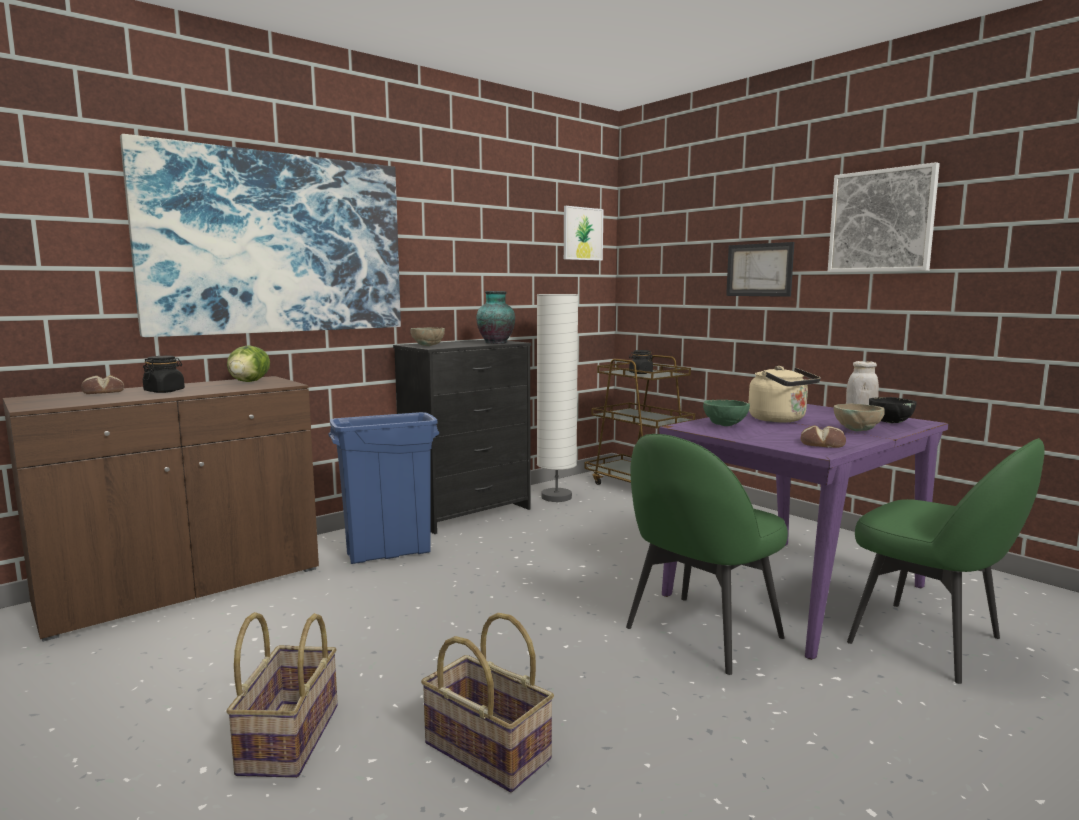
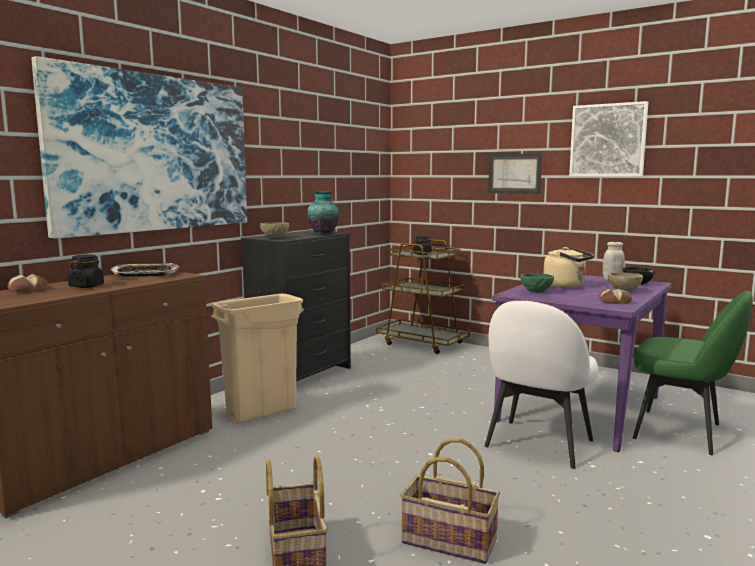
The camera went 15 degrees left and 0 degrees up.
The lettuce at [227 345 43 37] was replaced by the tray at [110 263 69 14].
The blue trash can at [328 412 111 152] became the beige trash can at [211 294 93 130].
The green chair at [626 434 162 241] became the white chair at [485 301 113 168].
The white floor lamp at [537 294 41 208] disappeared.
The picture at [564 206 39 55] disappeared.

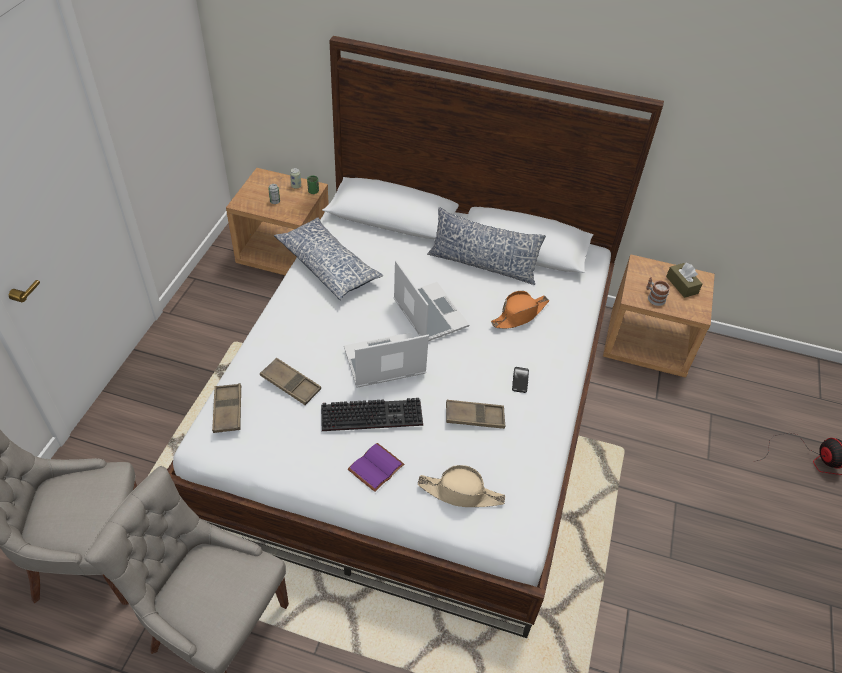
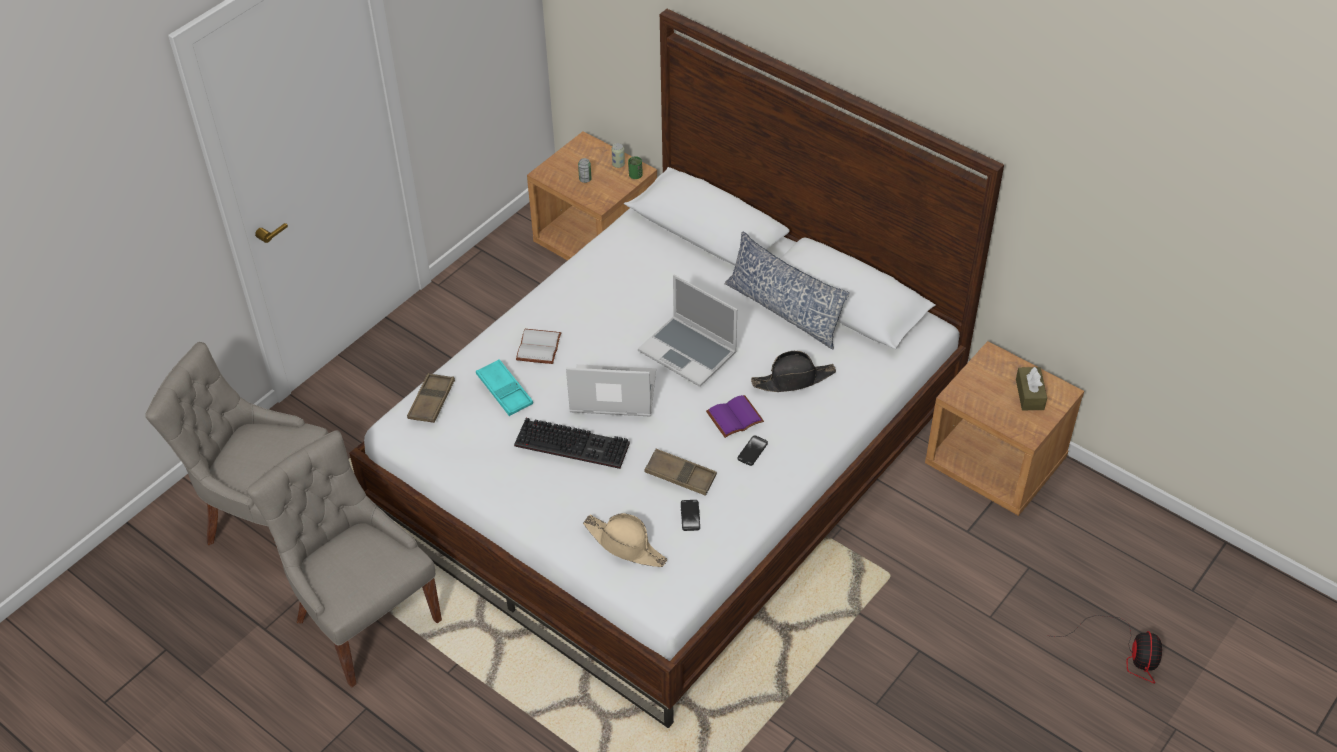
The camera went 25 degrees right and 0 degrees up.
The brown tray at [260 358 61 47] became the turquoise tray at [476 359 57 57].
The white book at [516 329 45 35] appeared.
The laptop at [394 260 75 81] turned 135 degrees clockwise.
The phone at [681 500 19 31] appeared.
The purple book moved from [348 443 57 49] to [706 395 58 43].
The orange hat at [491 291 58 38] became the black hat at [751 351 85 41].
The pillow at [274 218 109 82] disappeared.
The mug at [646 277 24 29] disappeared.

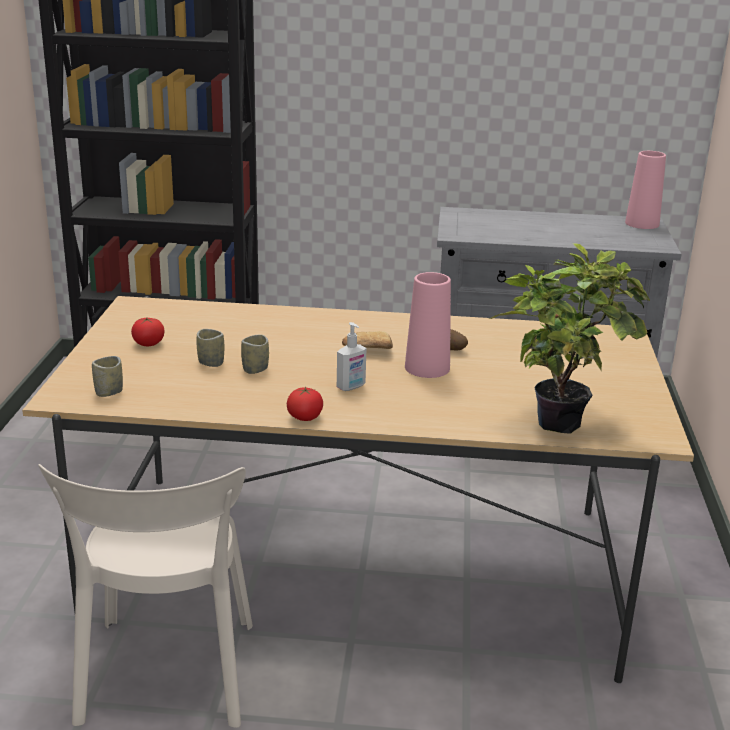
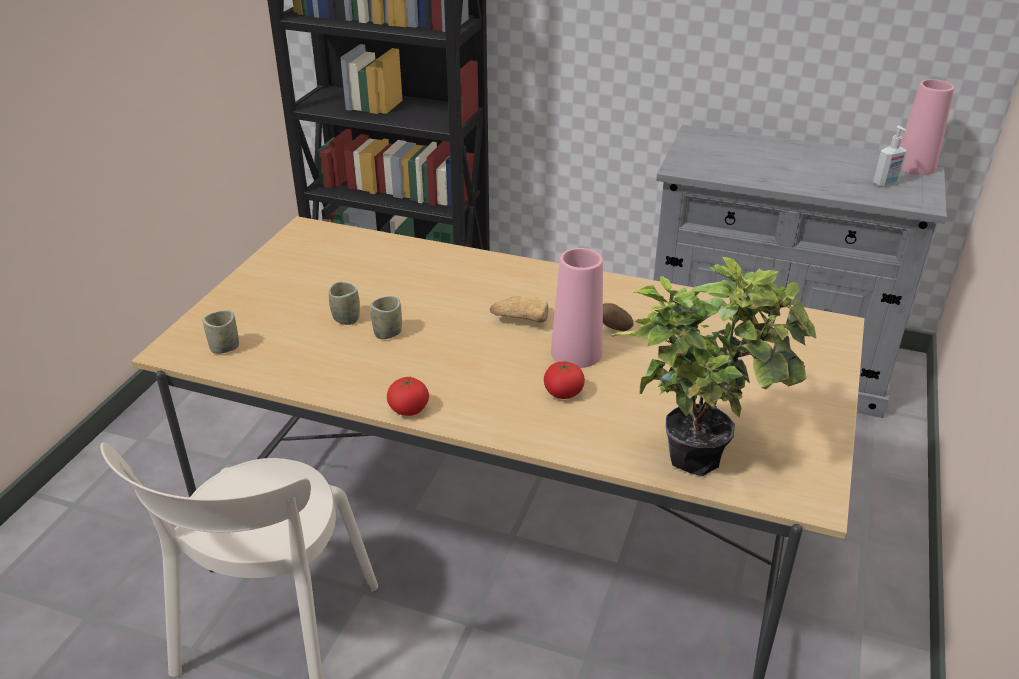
The camera went 15 degrees right and 10 degrees up.
The tomato moved from [131 317 33 29] to [544 361 41 38].
The soap dispenser moved from [337 322 30 69] to [873 126 34 61].

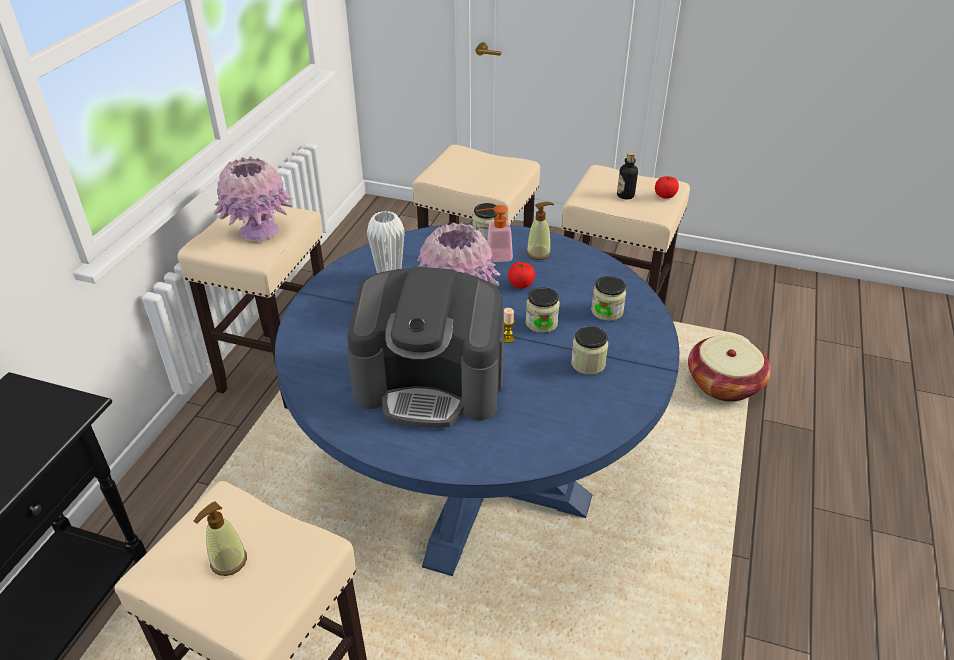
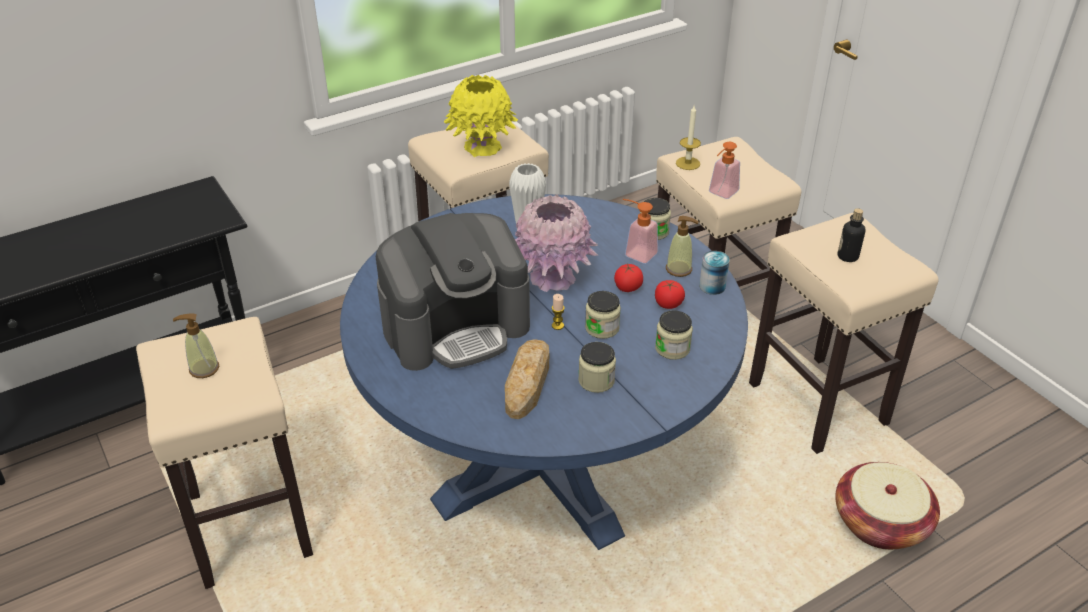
The camera went 40 degrees right and 0 degrees up.
The coffee machine at [347 266 157 162] turned 75 degrees counterclockwise.
The pink vase at [214 156 79 86] became the yellow vase at [444 75 74 82].
The bread at [505 339 44 80] appeared.
The tomato moved from [655 176 24 23] to [655 280 30 29].
The candle at [676 106 25 64] appeared.
The can at [699 251 31 44] appeared.
The soap dispenser at [709 142 31 57] appeared.

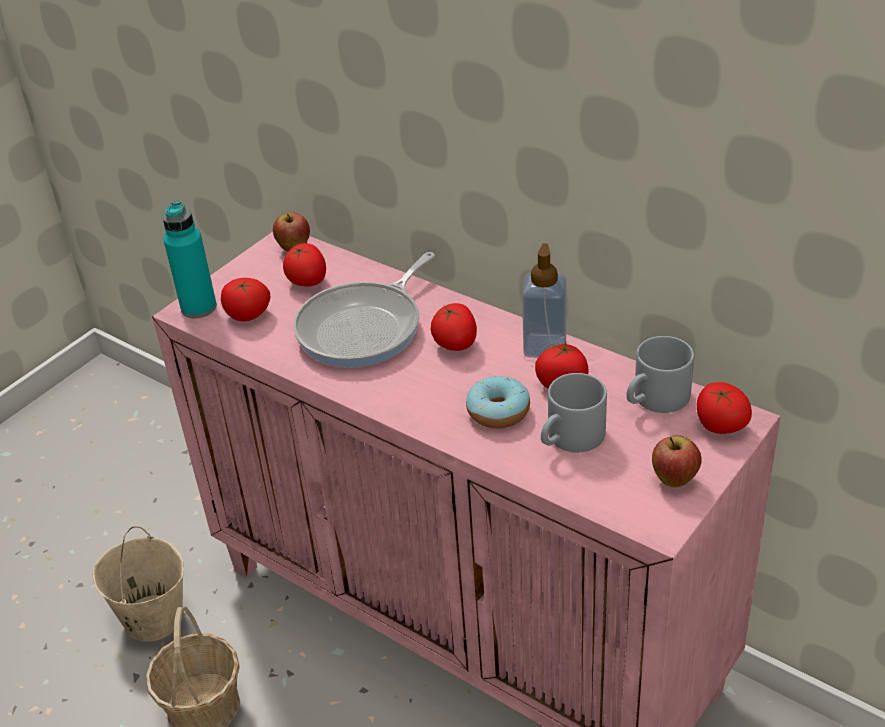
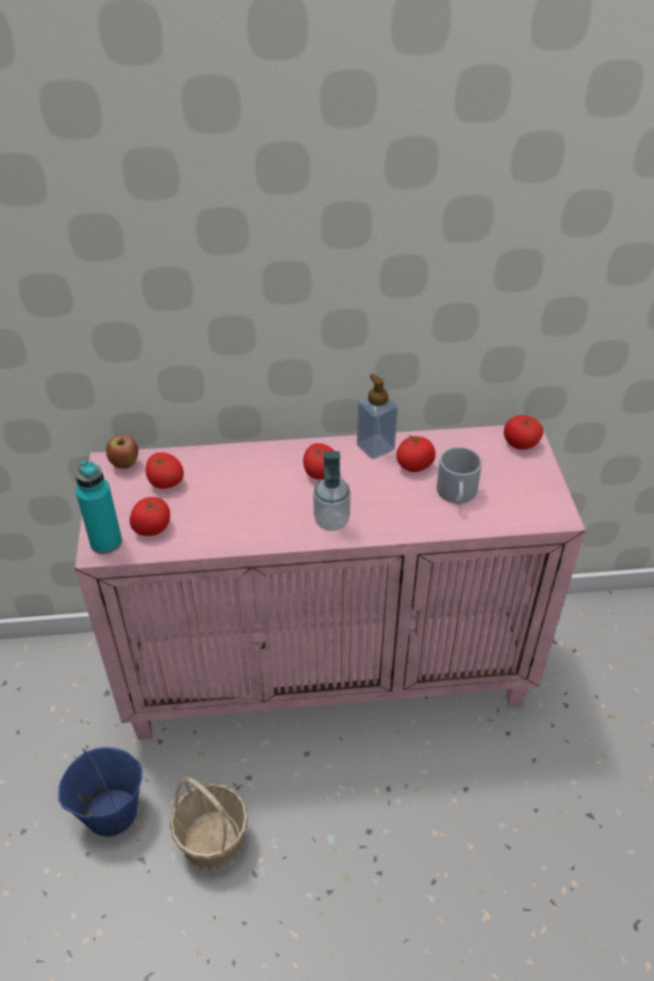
The camera went 45 degrees left and 5 degrees up.
The beige bucket at [92 526 92 116] became the blue bucket at [58 747 85 90].
The soap dispenser at [313 451 38 80] appeared.
The frying pan at [293 252 142 116] disappeared.
The donut at [466 376 64 52] disappeared.
The grey mug at [626 336 68 77] disappeared.
The apple at [652 435 50 52] disappeared.

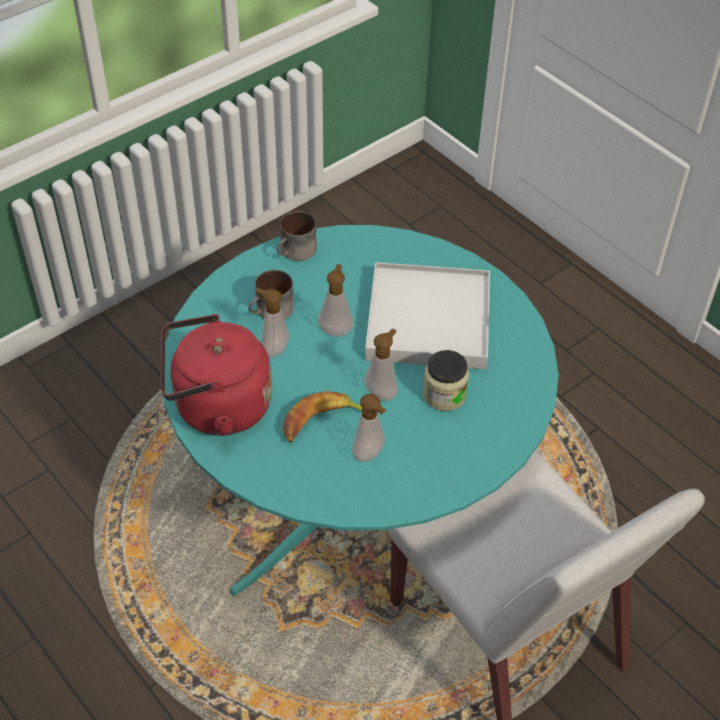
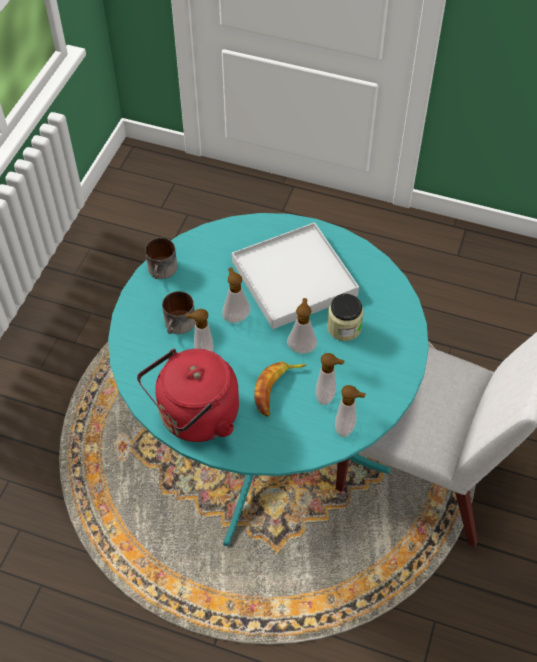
The camera went 30 degrees left and 5 degrees up.
The soap dispenser at [335 385 31 52] appeared.

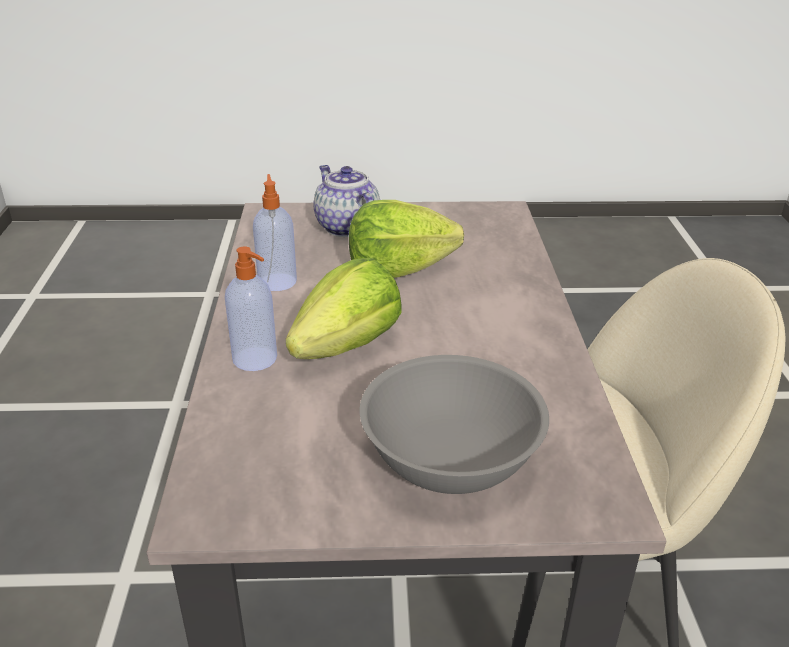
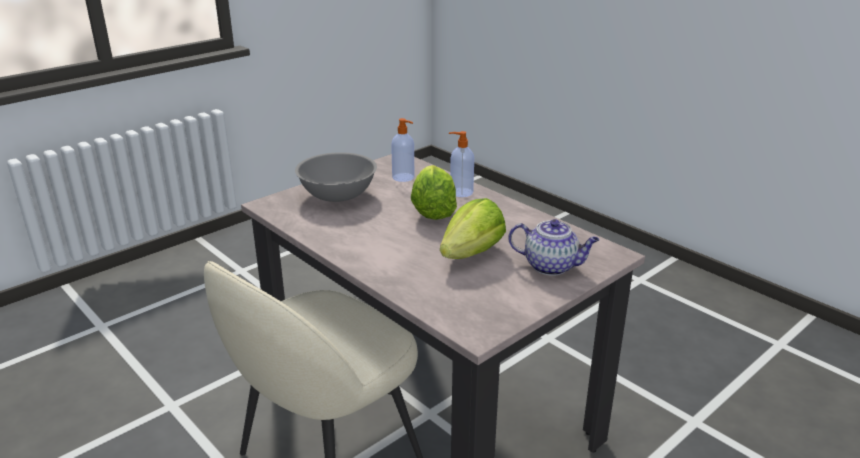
The camera went 140 degrees right and 5 degrees down.
The soap dispenser moved from [253 174 44 117] to [391 118 23 64].

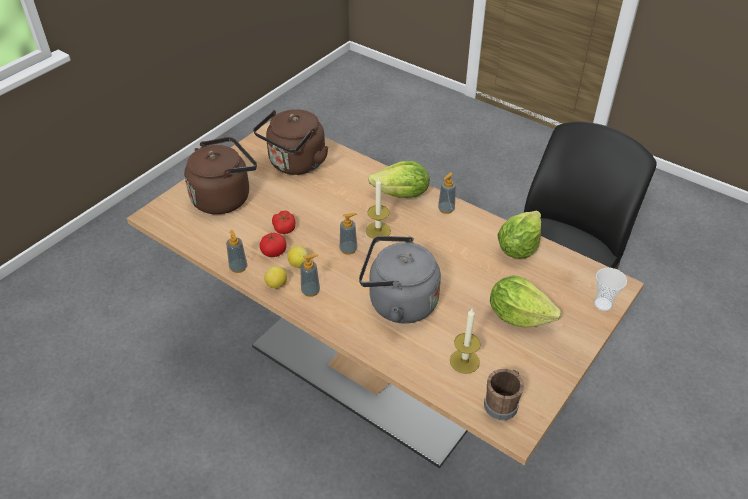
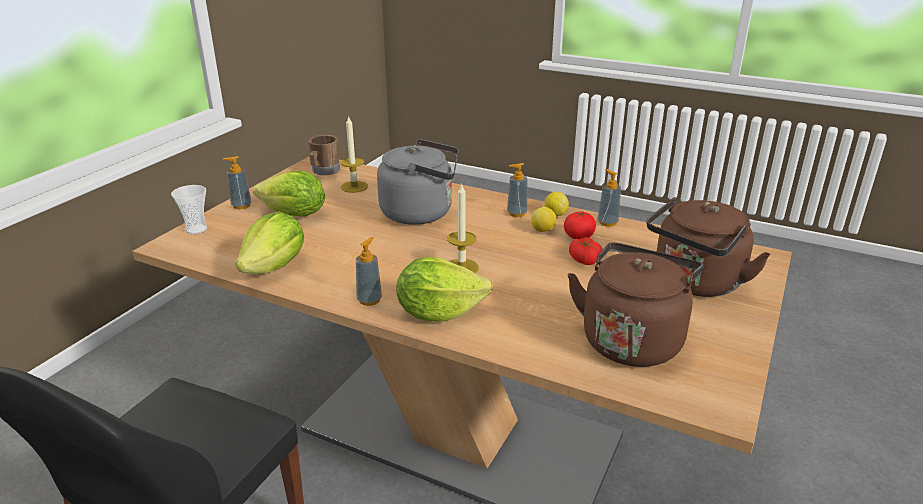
The camera went 170 degrees right and 15 degrees down.
The soap dispenser moved from [340 213 17 42] to [223 156 28 53].

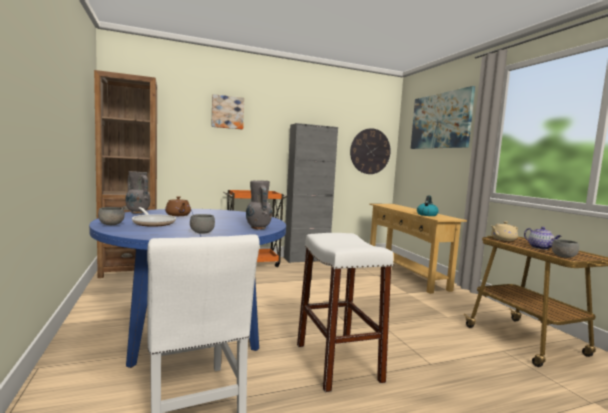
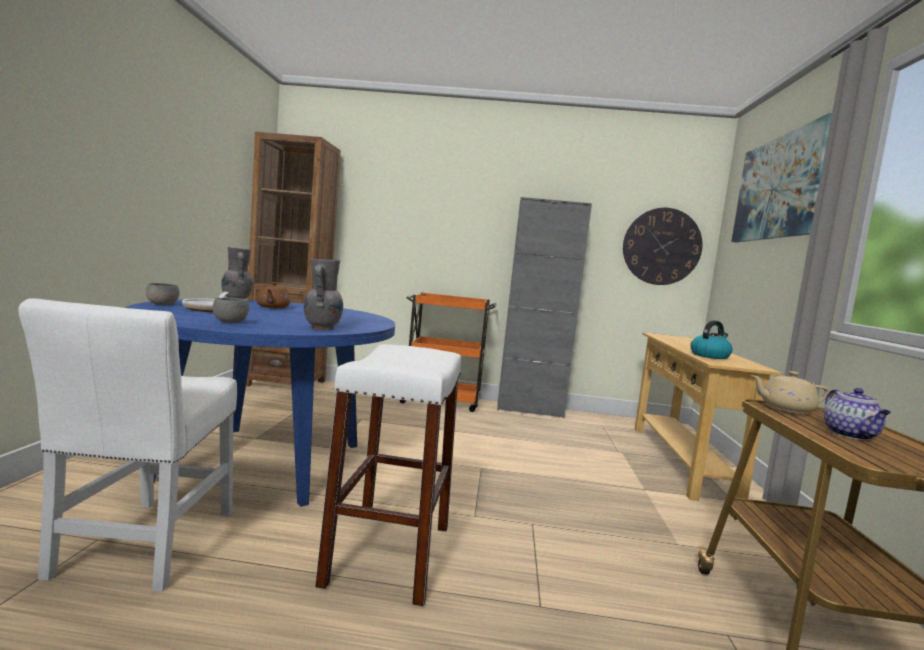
The camera went 25 degrees right and 0 degrees up.
The picture at [211 94 33 35] disappeared.
The grey bowl at [552 239 27 19] disappeared.

